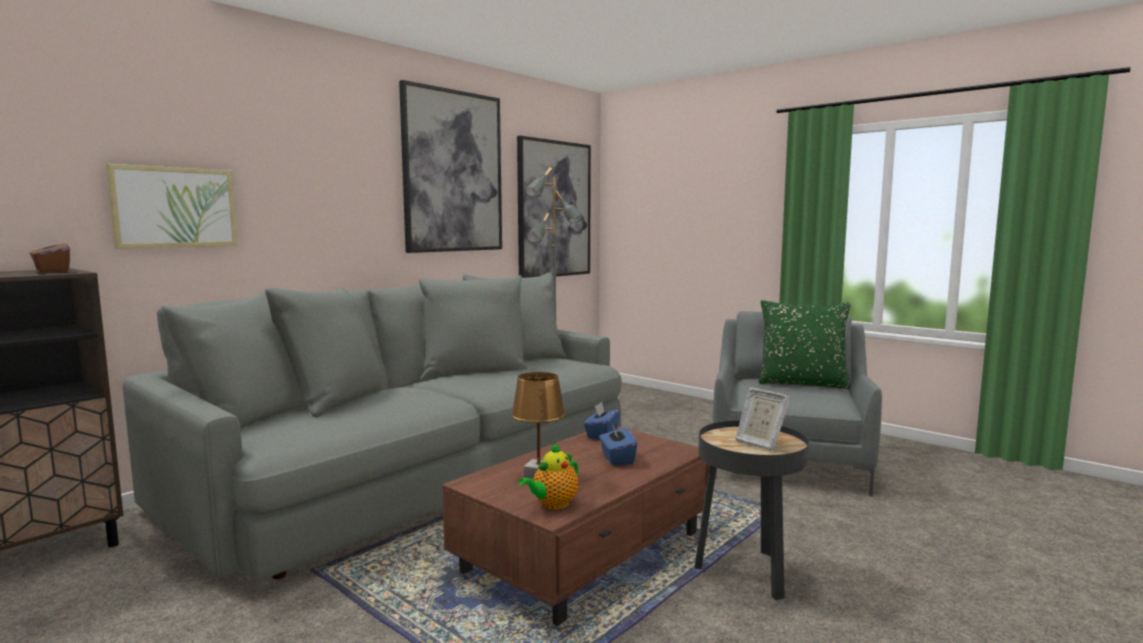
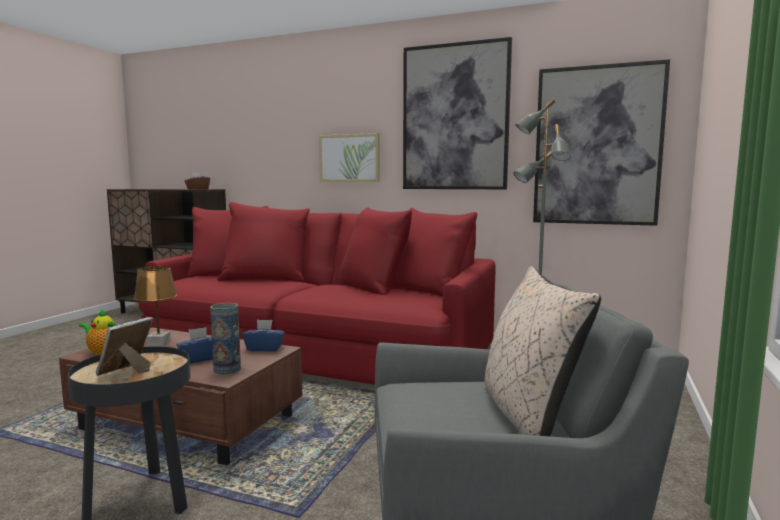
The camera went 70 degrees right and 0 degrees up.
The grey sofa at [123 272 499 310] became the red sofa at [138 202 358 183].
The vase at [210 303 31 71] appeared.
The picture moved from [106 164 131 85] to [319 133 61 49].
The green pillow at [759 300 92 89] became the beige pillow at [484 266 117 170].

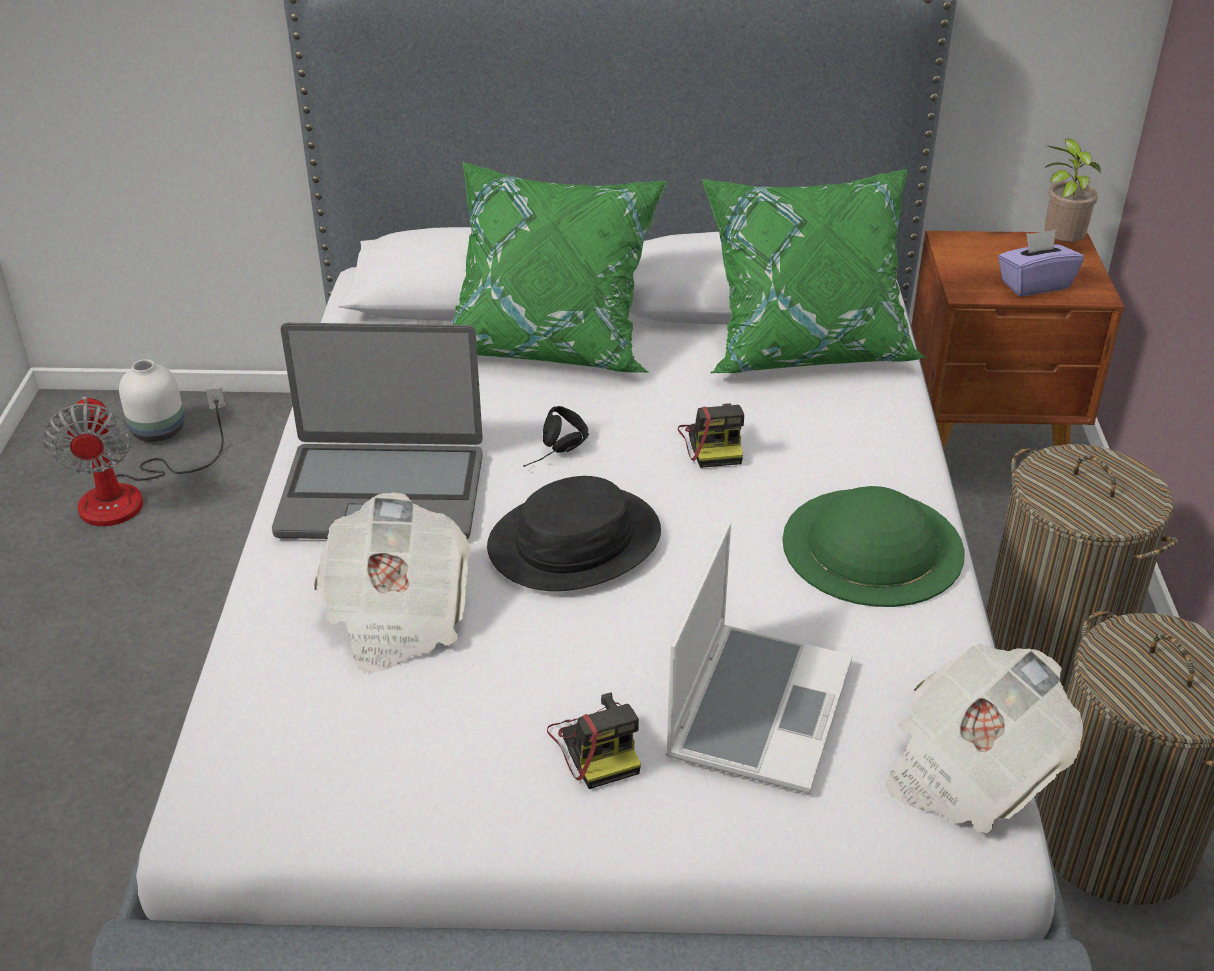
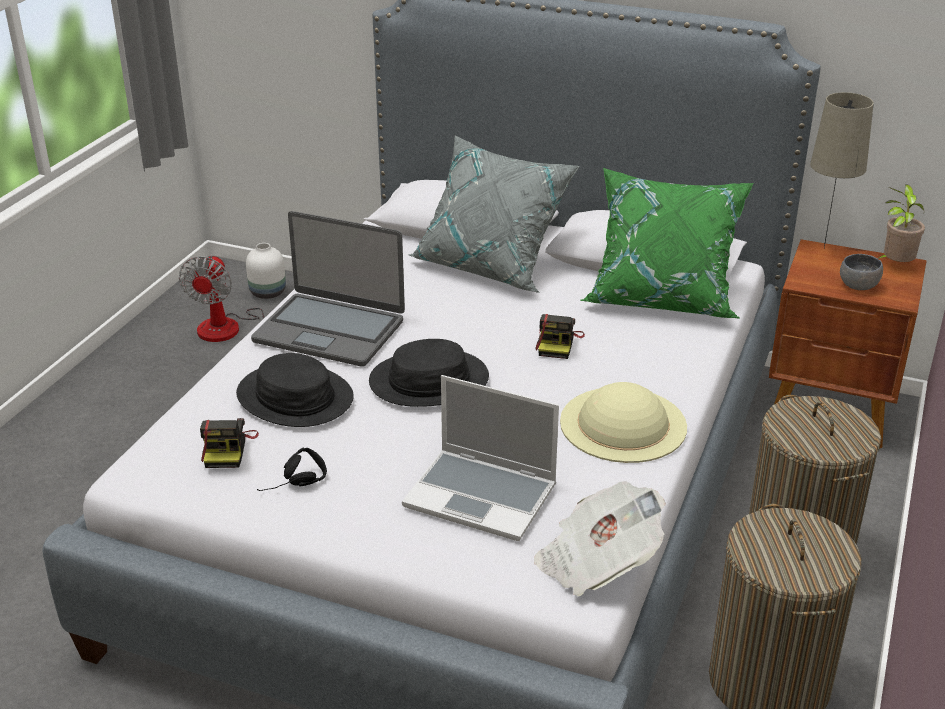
The camera went 20 degrees right and 5 degrees down.
The photo camera moved from [547 693 94 96] to [200 418 59 50].
The newspaper at [313 492 158 181] was replaced by the black hat at [236 353 118 74].
The black headphones moved from [523 406 66 61] to [257 448 70 43].
The laptop at [666 522 186 272] turned 75 degrees clockwise.
The green pillow at [452 162 215 211] became the grey pillow at [408 136 172 157].
The green hat at [782 486 183 121] became the beige hat at [560 382 127 81].
The beige table lamp at [810 92 64 157] appeared.
The purple tissue box at [998 230 86 66] was replaced by the grey bowl at [840 254 43 36].

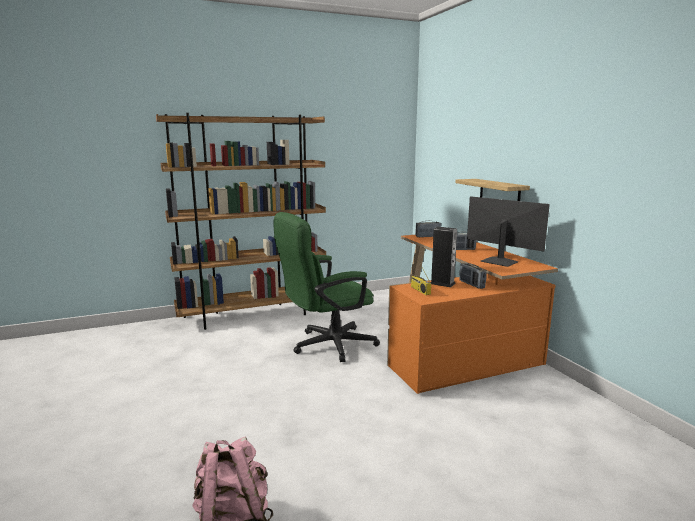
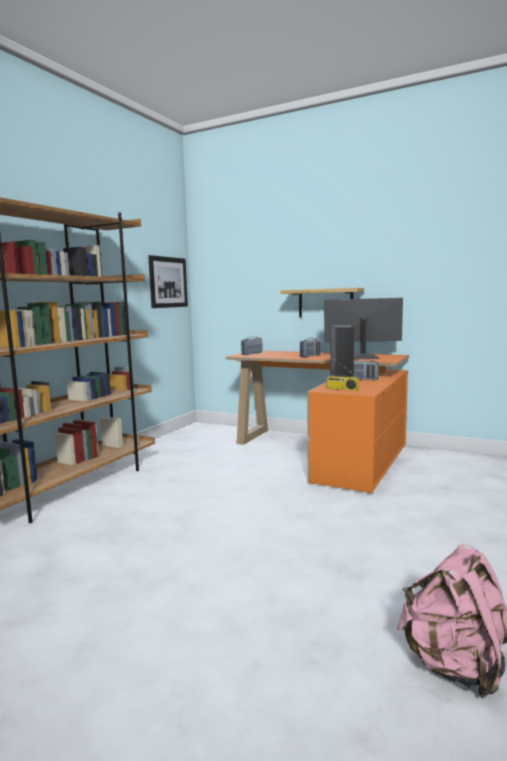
The camera went 40 degrees left and 5 degrees down.
The picture at [148 255 40 53] appeared.
The green office chair at [273 212 107 150] disappeared.

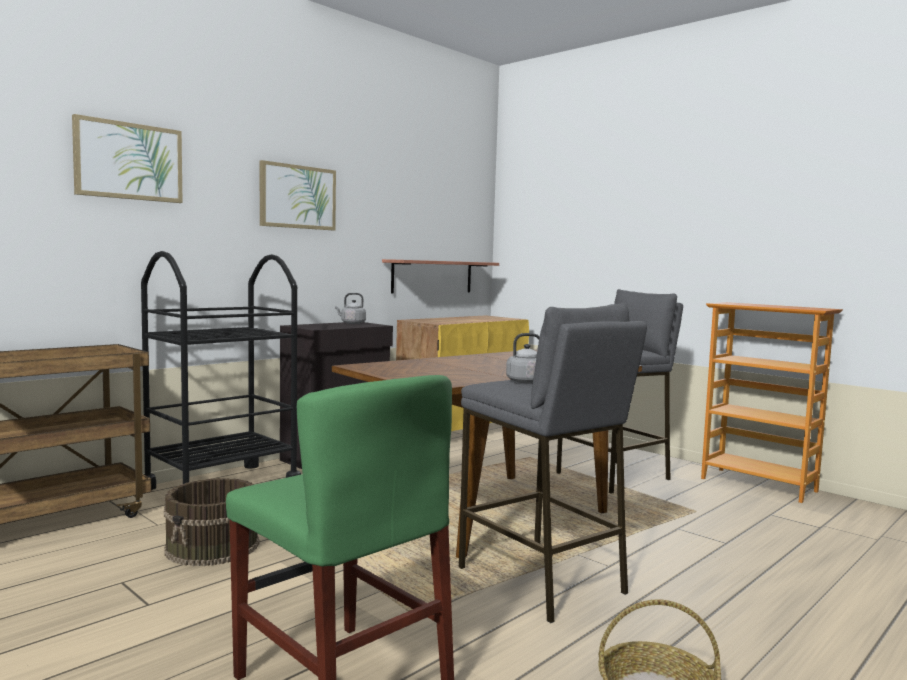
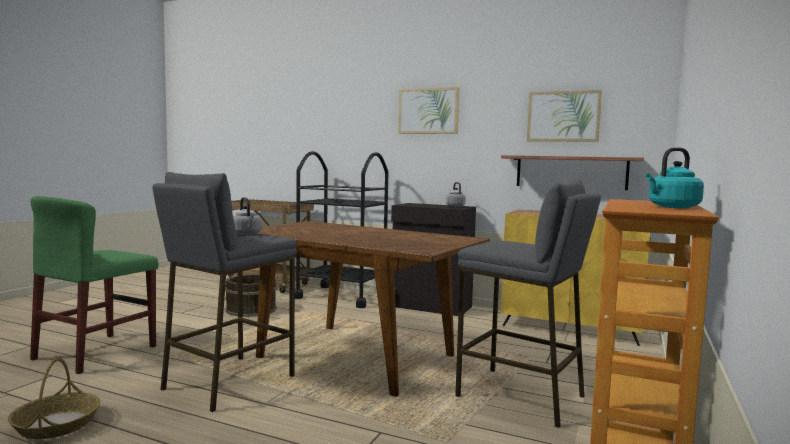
The camera went 70 degrees right and 0 degrees up.
The picture moved from [72 114 111 89] to [527 90 75 52].
The turquoise kettle at [646 147 58 61] appeared.

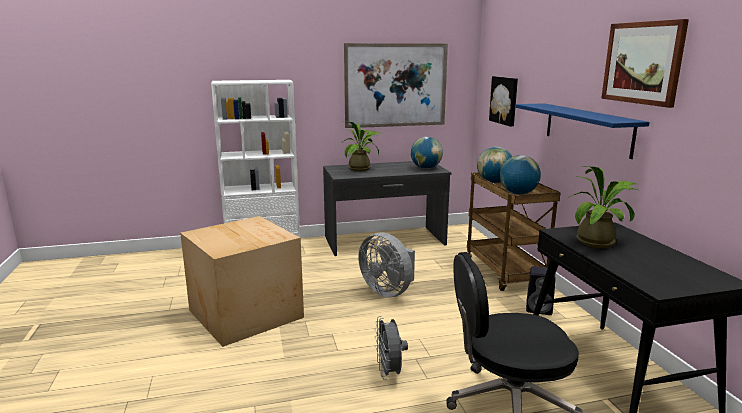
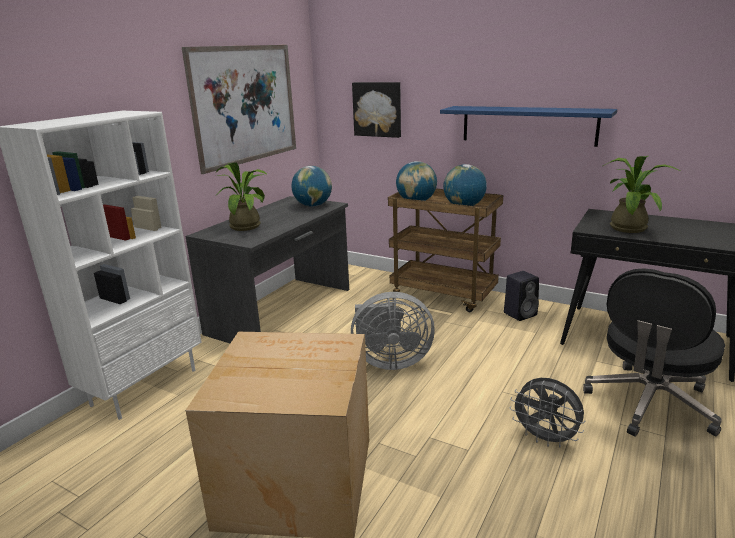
The camera went 45 degrees left and 5 degrees up.
The picture at [601 19 88 89] disappeared.

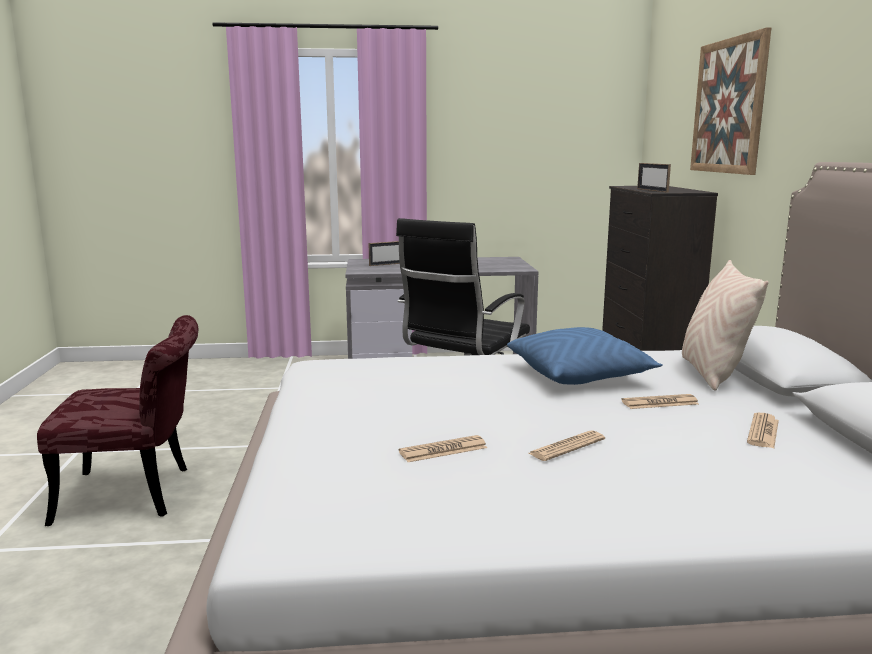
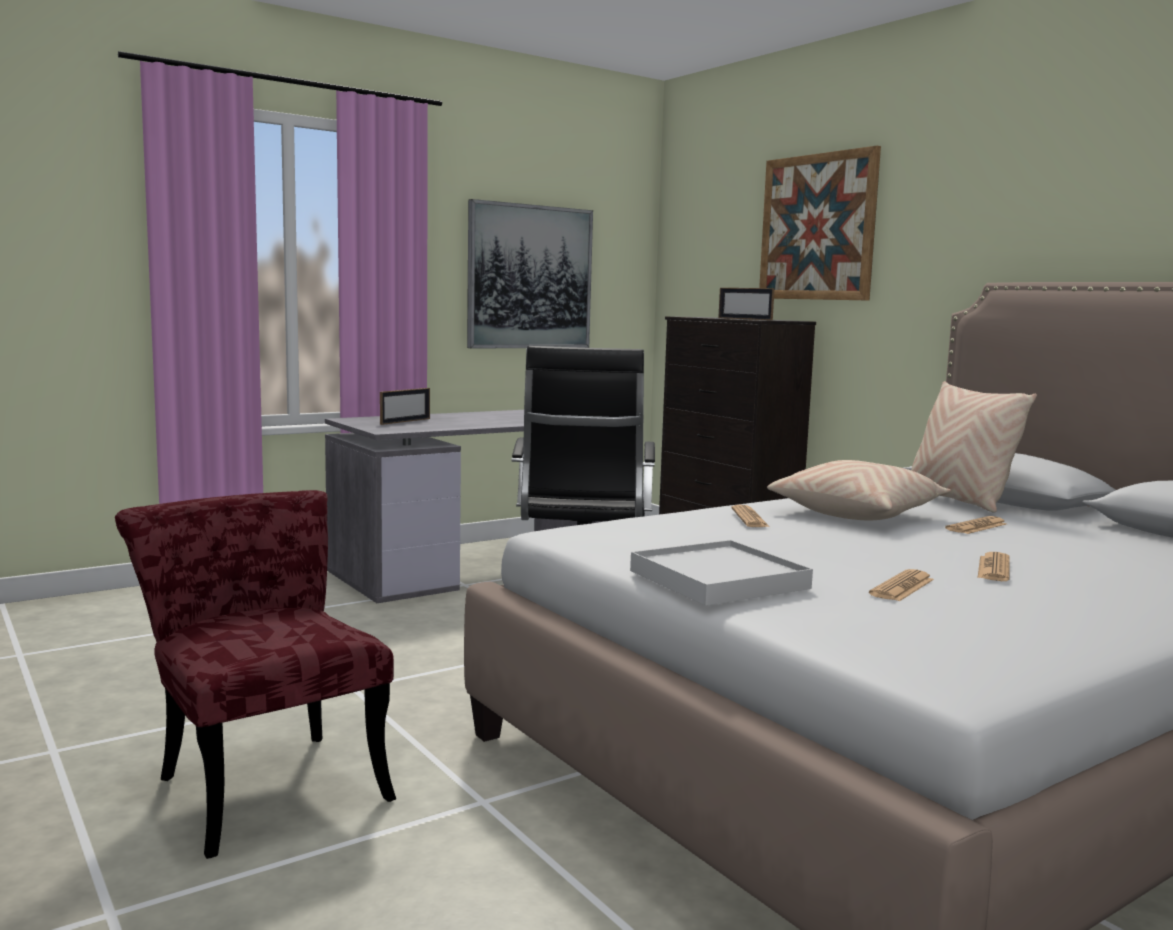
The camera went 30 degrees left and 5 degrees down.
The red chair at [37 315 161 211] turned 90 degrees counterclockwise.
The picture at [467 199 126 149] appeared.
The white tray at [630 540 183 66] appeared.
The newspaper moved from [747 413 32 35] to [731 505 39 22].
The blue pillow at [507 327 156 58] became the beige pillow at [767 460 184 60].

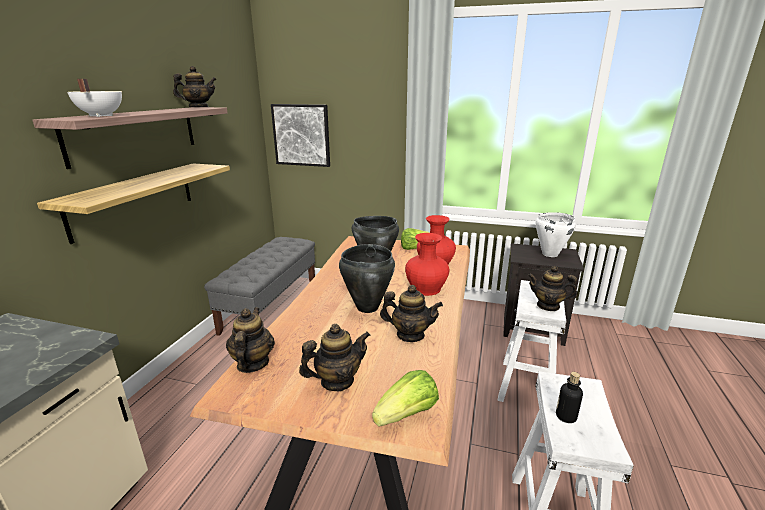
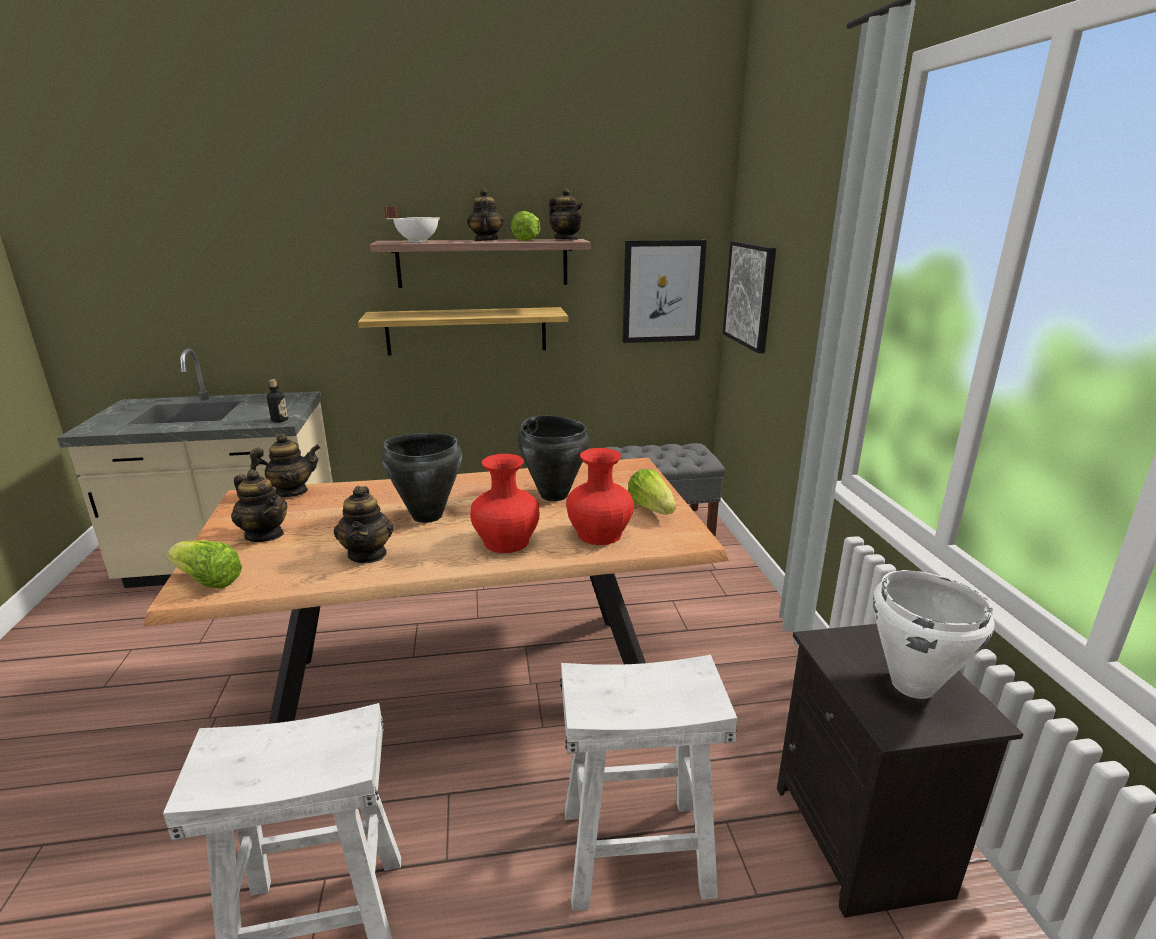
The camera went 65 degrees right and 0 degrees up.
The bottle moved from [556 372 27 51] to [267 379 21 44].
The teapot moved from [528 266 50 45] to [467 188 37 53].
The lettuce at [511 211 29 30] appeared.
The picture at [623 240 84 103] appeared.

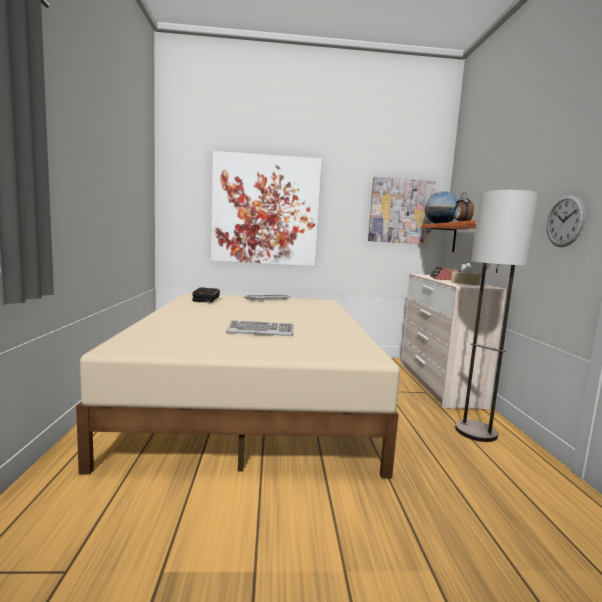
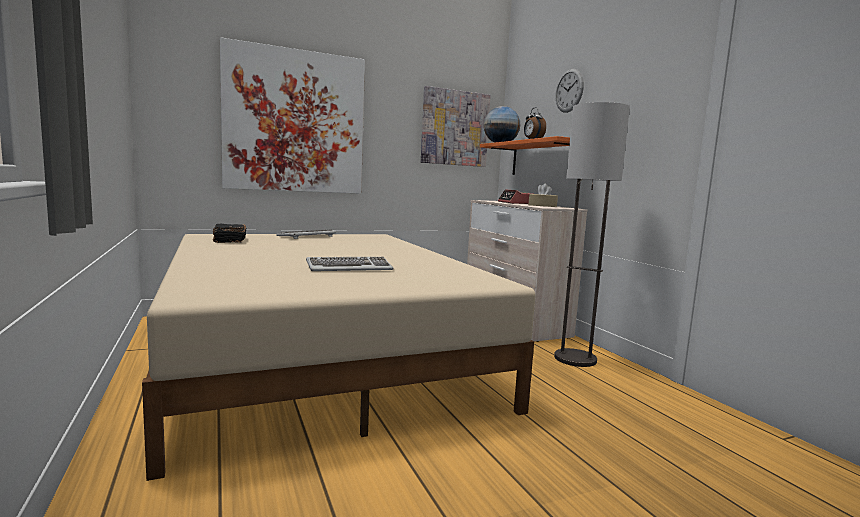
The camera went 20 degrees left and 0 degrees up.
The wall clock moved from [546 195 40 52] to [555 69 29 44].

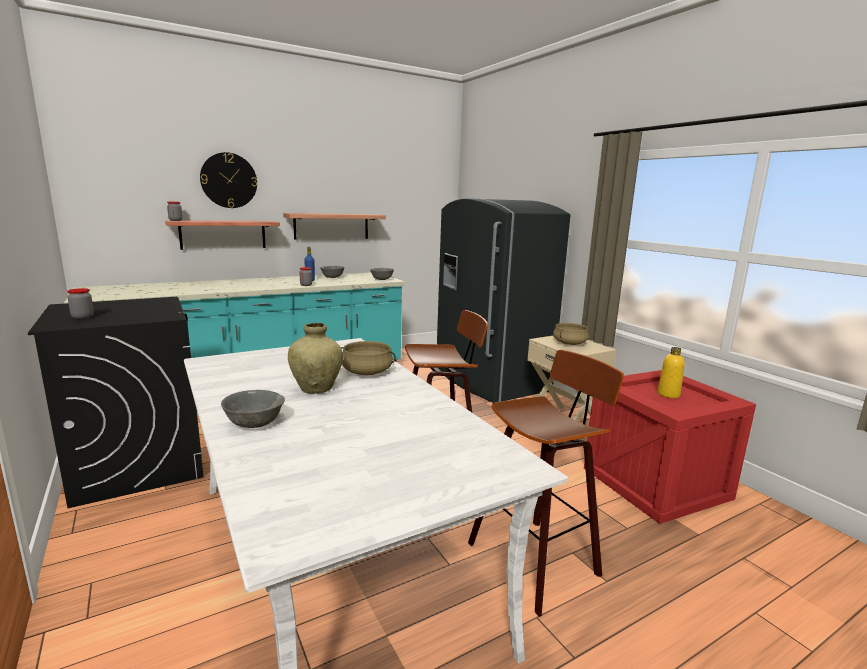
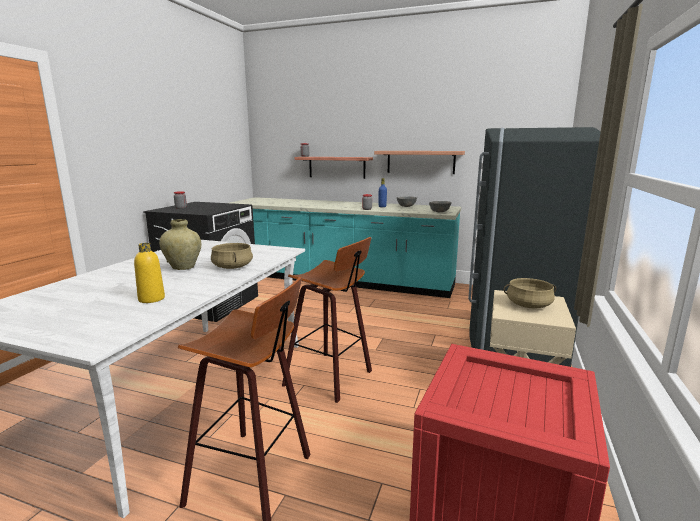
The camera went 50 degrees right and 0 degrees up.
The yellow bottle moved from [657 347 28 51] to [134 243 31 60].
The wall clock at [200 152 57 56] disappeared.
The grey bowl at [221 390 64 38] disappeared.

